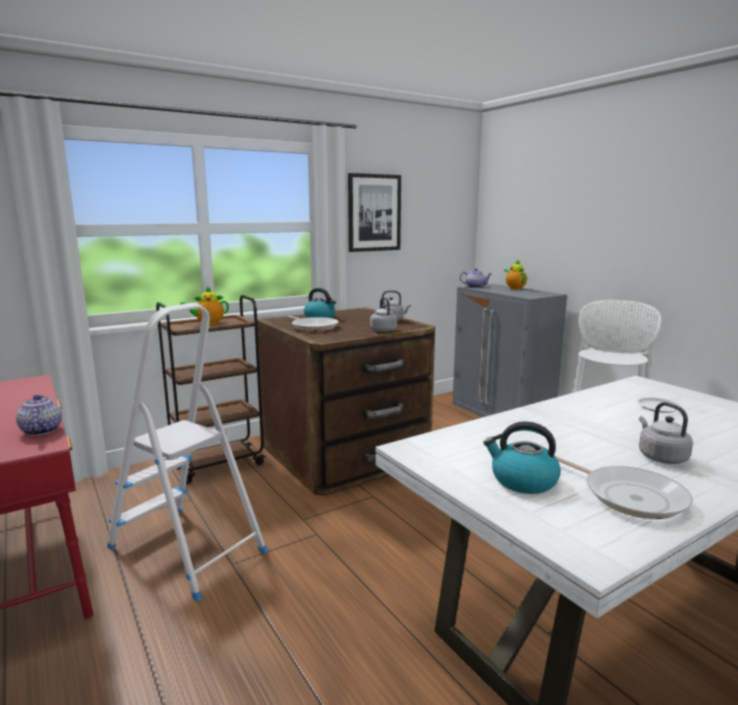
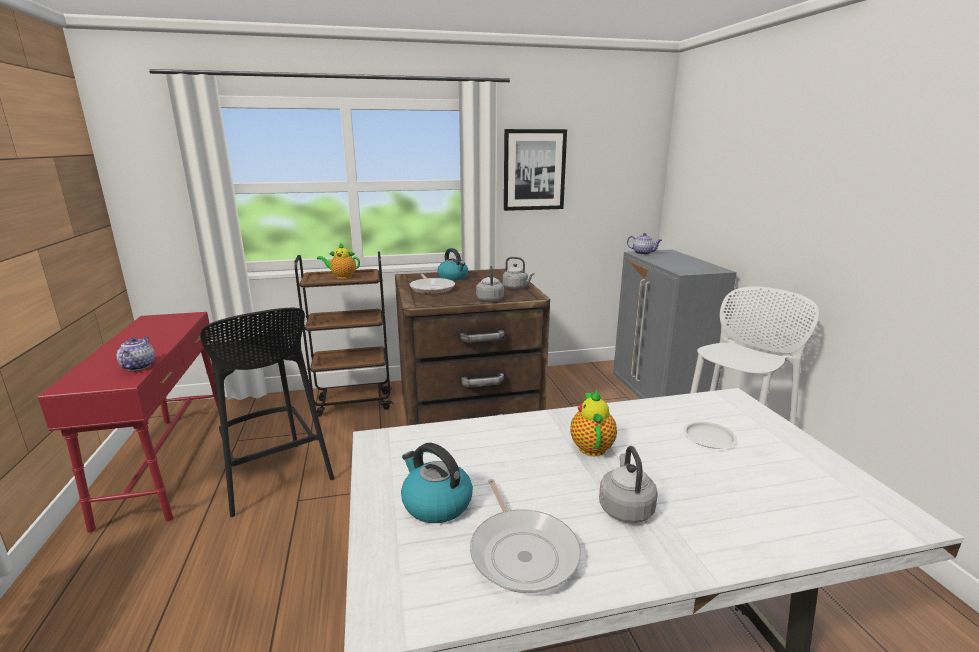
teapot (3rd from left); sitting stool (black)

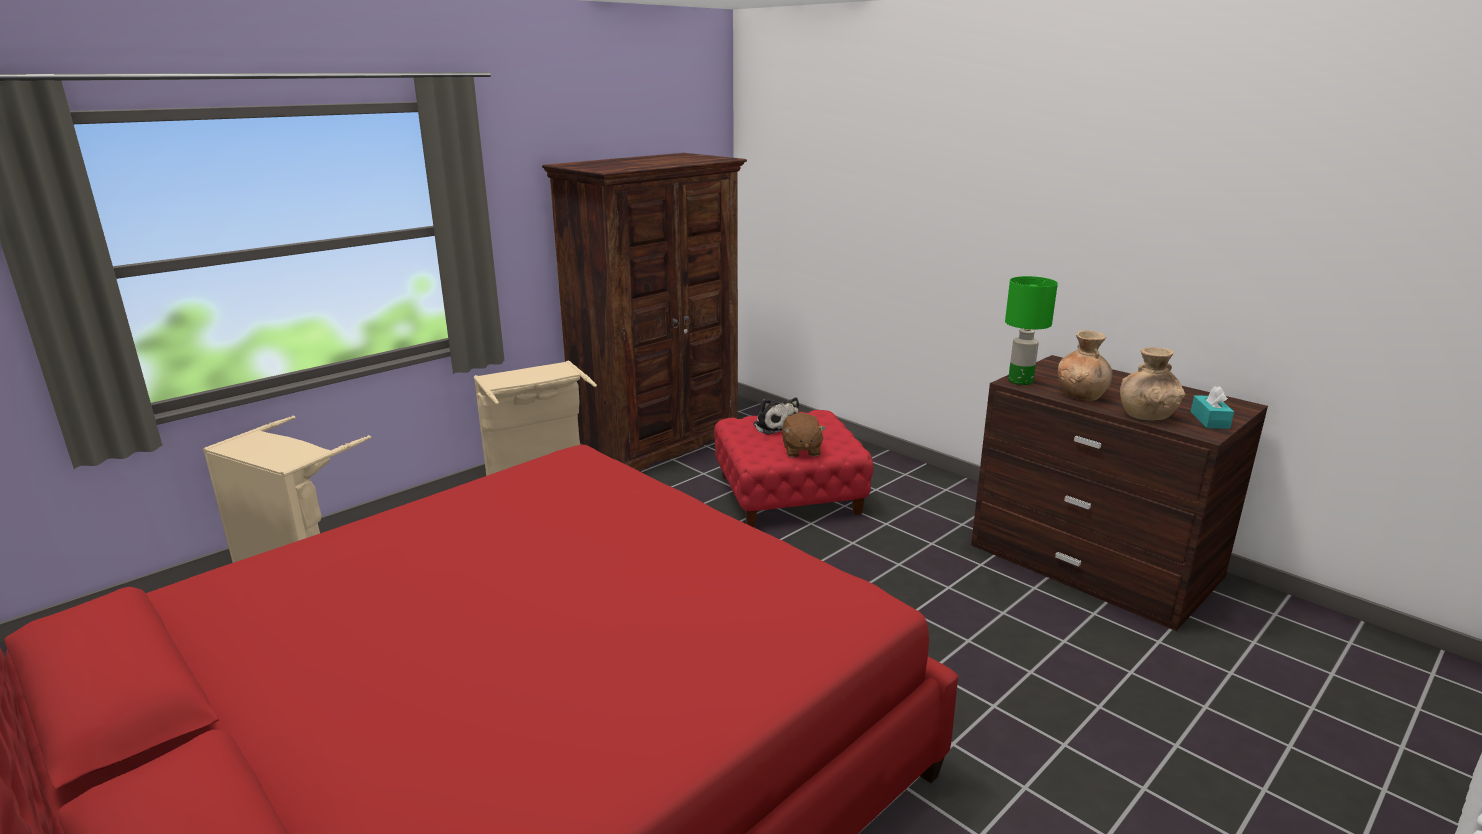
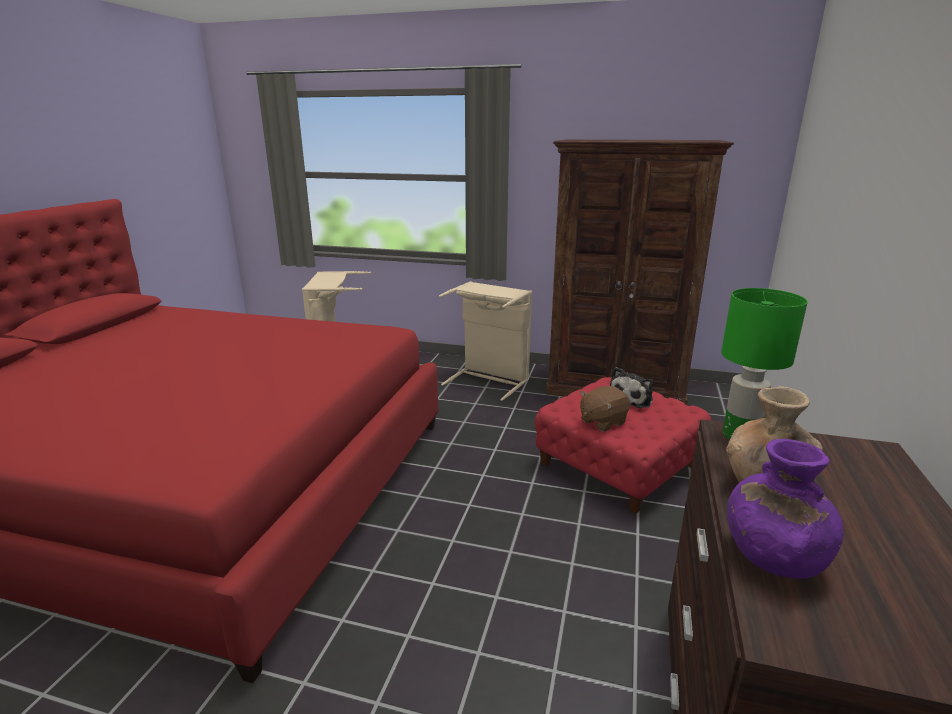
vase (purple); tissue holder (blue-green)

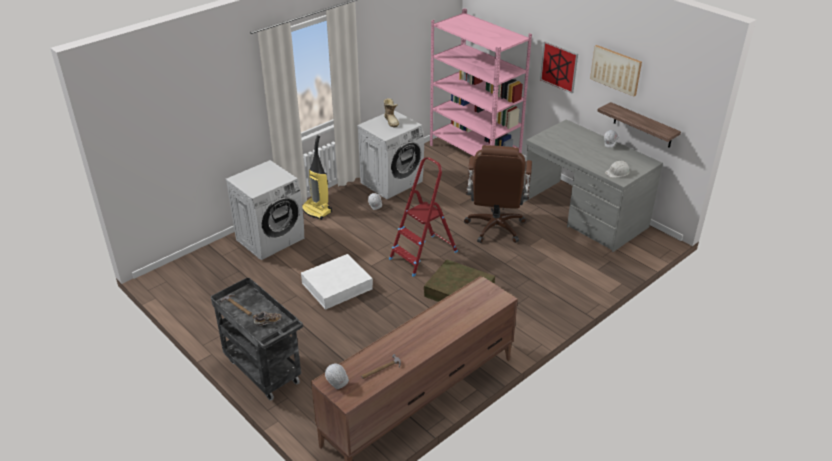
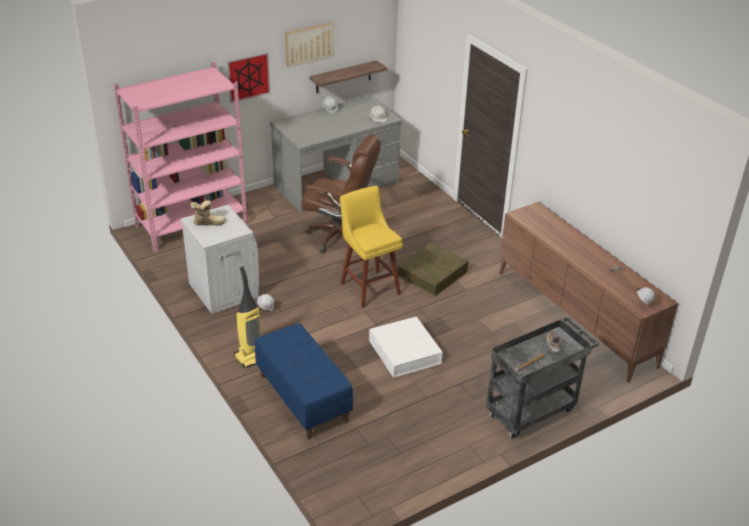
sitting stool (yellowish); bench (blue)

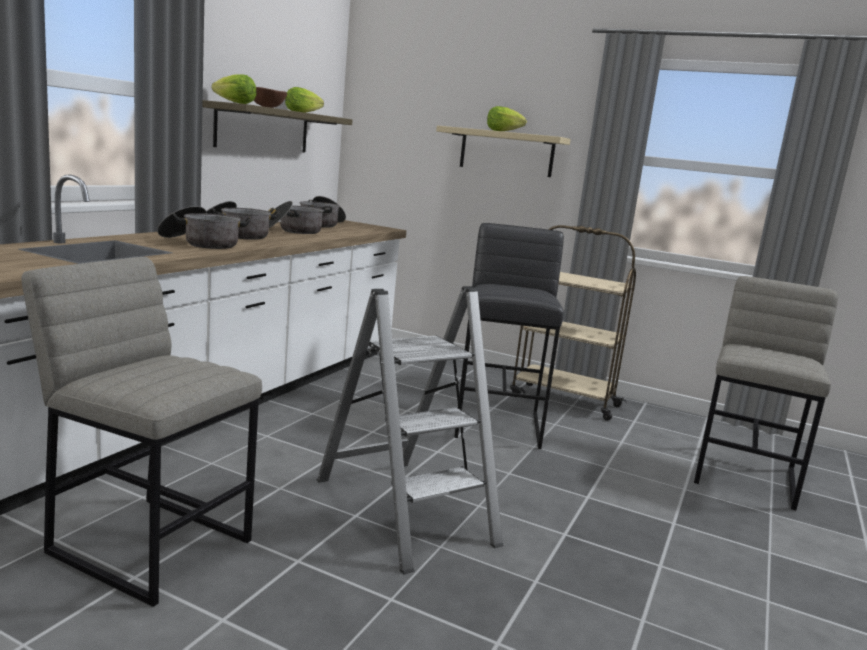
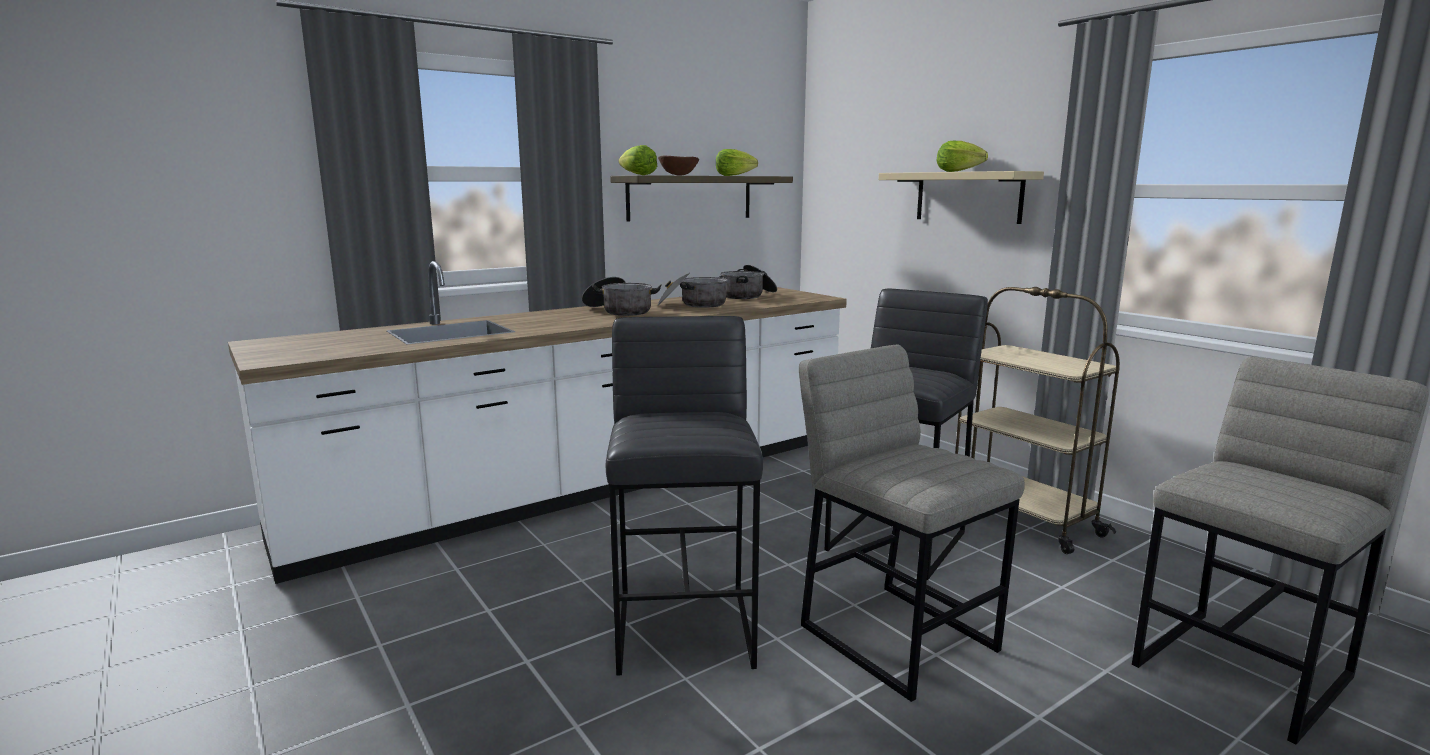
saucepot (1st from left in the first image); upright chair (grey) (1st from left); sitting stool (grey) (1st from left)

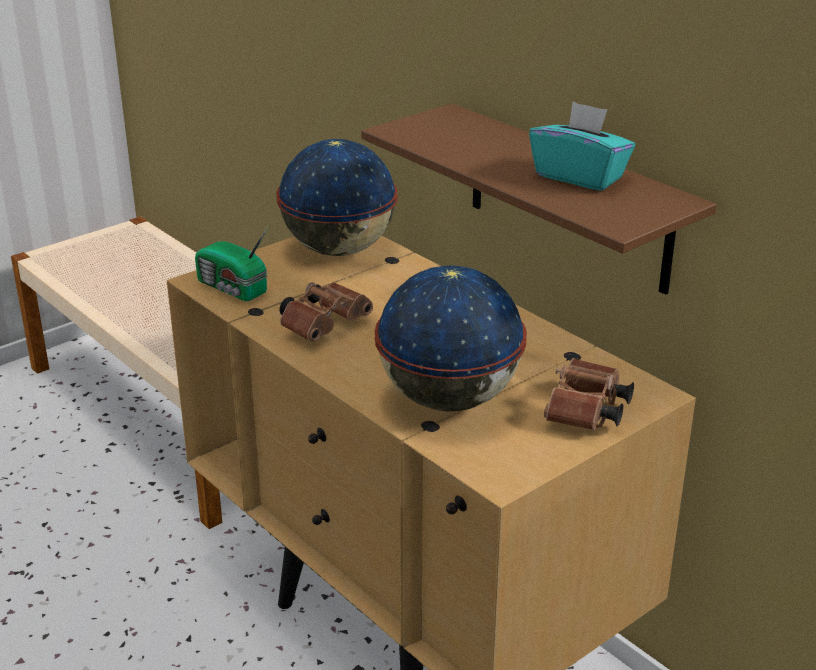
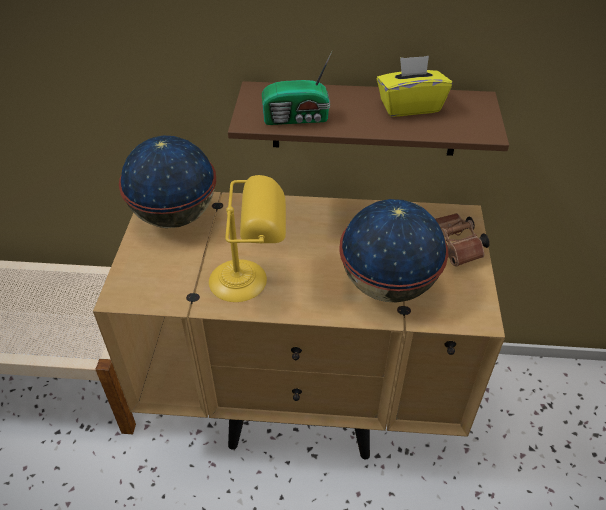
tissue holder (yellowish); radio; table lamp (yellowish)

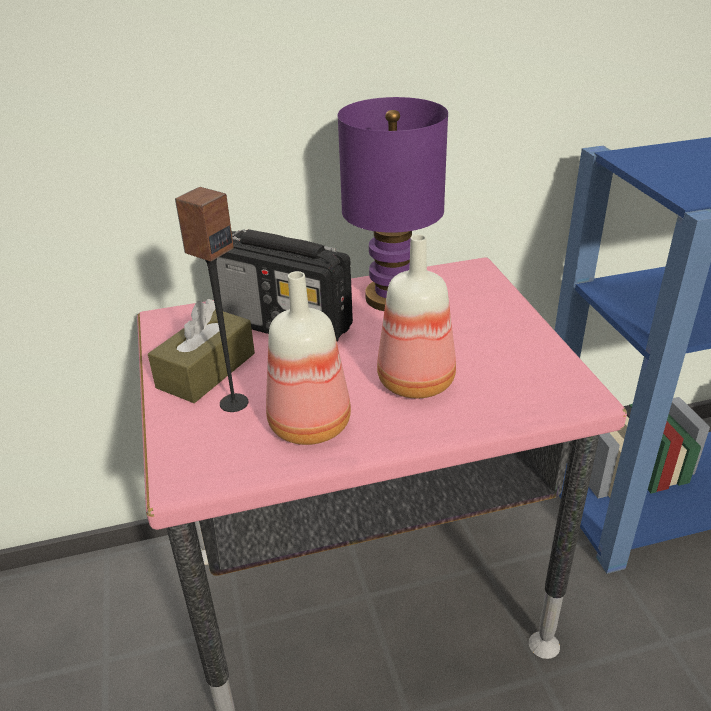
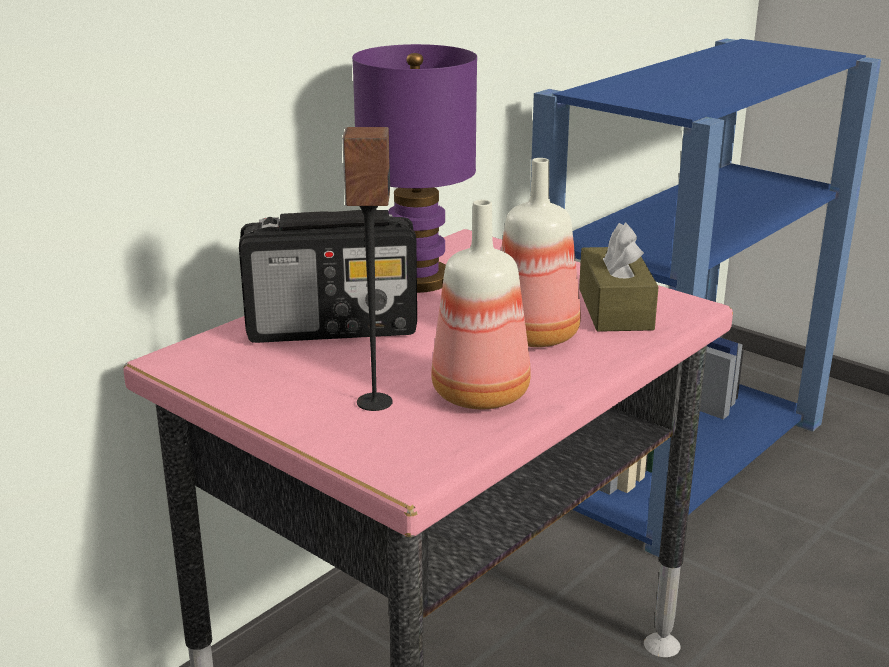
tissue holder (brown)

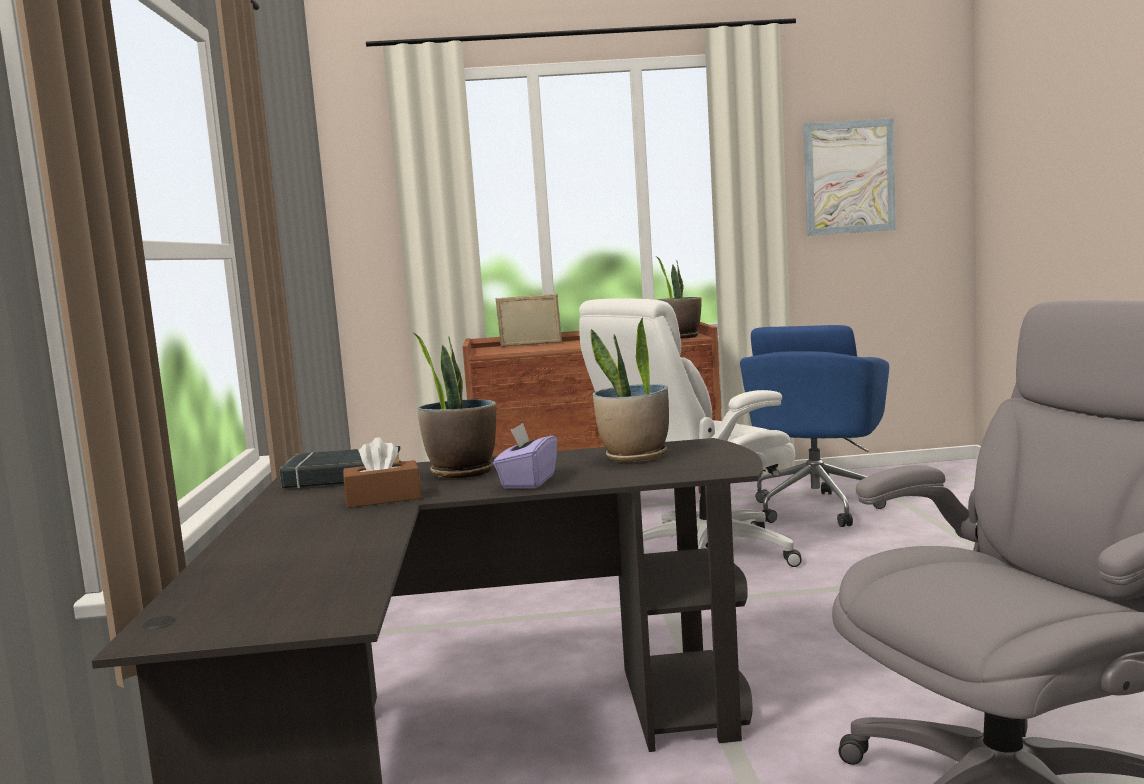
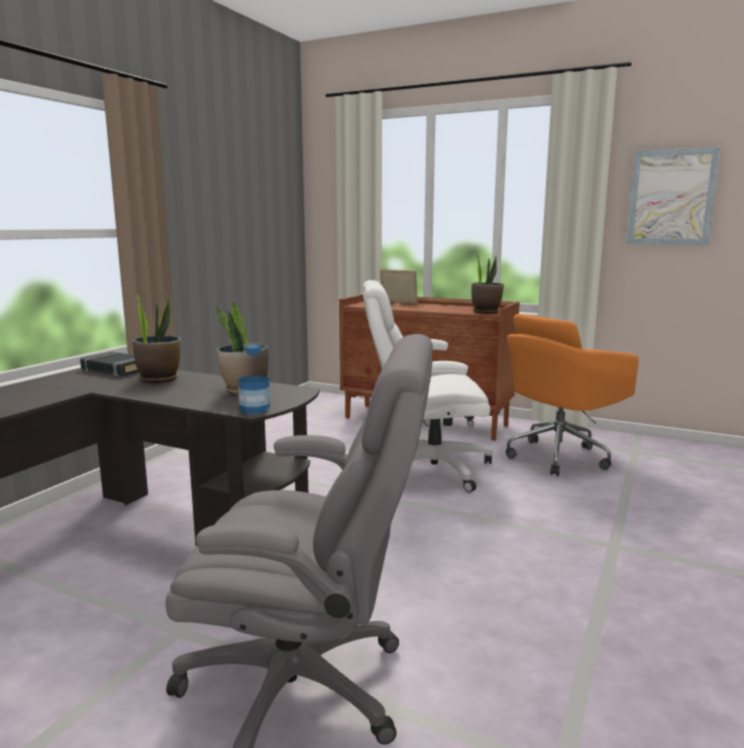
computer chair (orange); tissue holder (purple); tissue holder (brown); beverage bottle

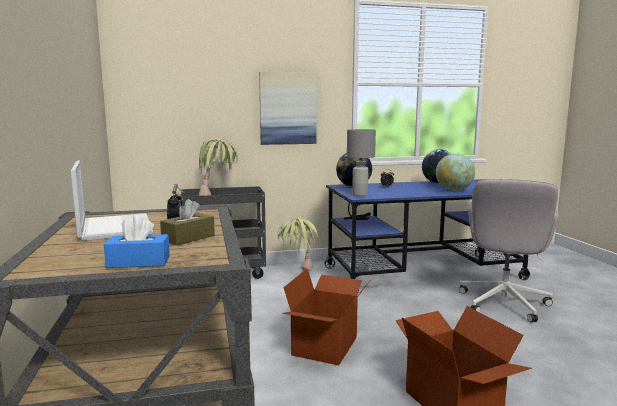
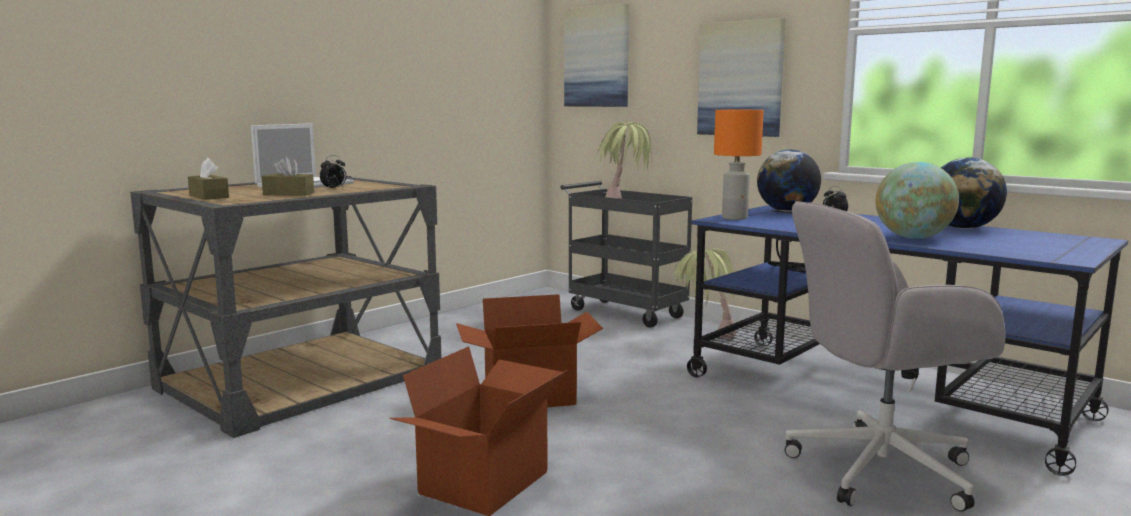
table lamp (orange); tissue holder (brown) (1st from left); wall art (1st from left)

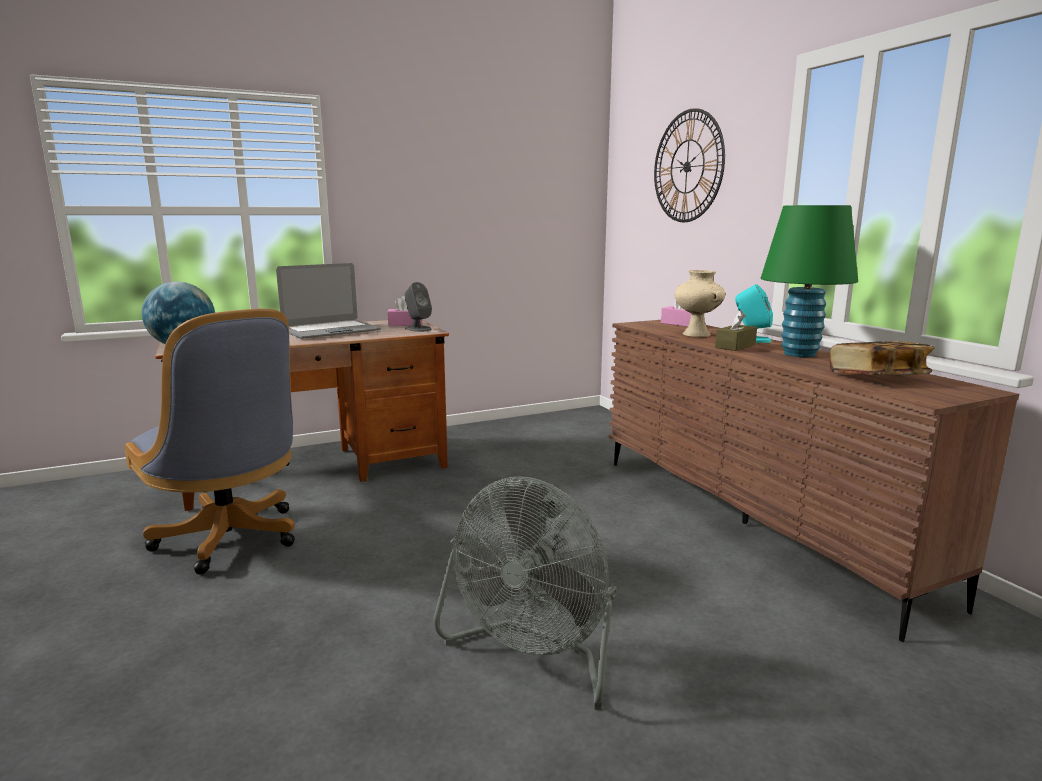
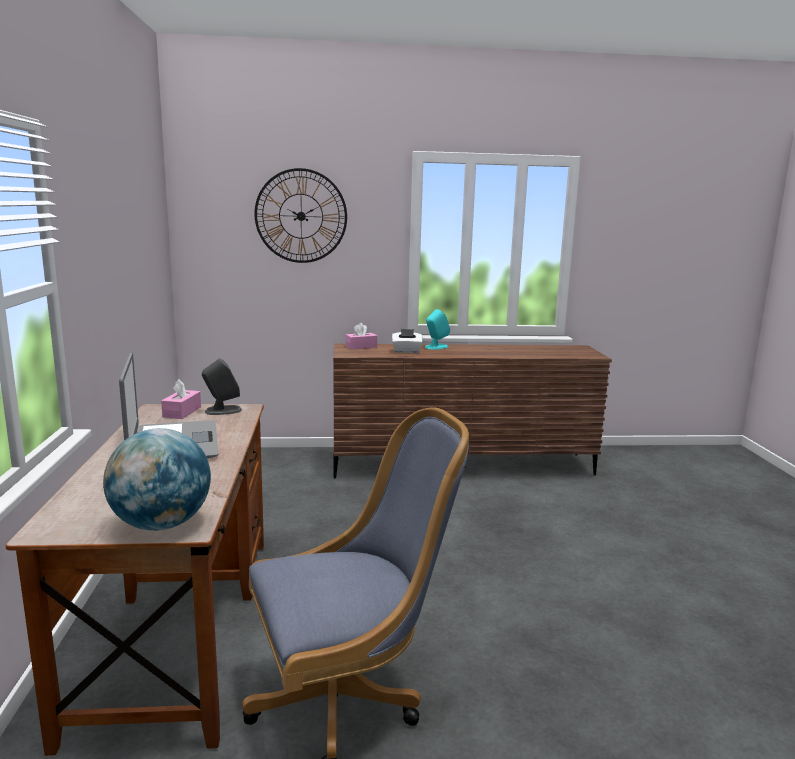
table lamp (green); tissue holder (white-coloured); tissue holder (brown); book; electric fan (grey)

